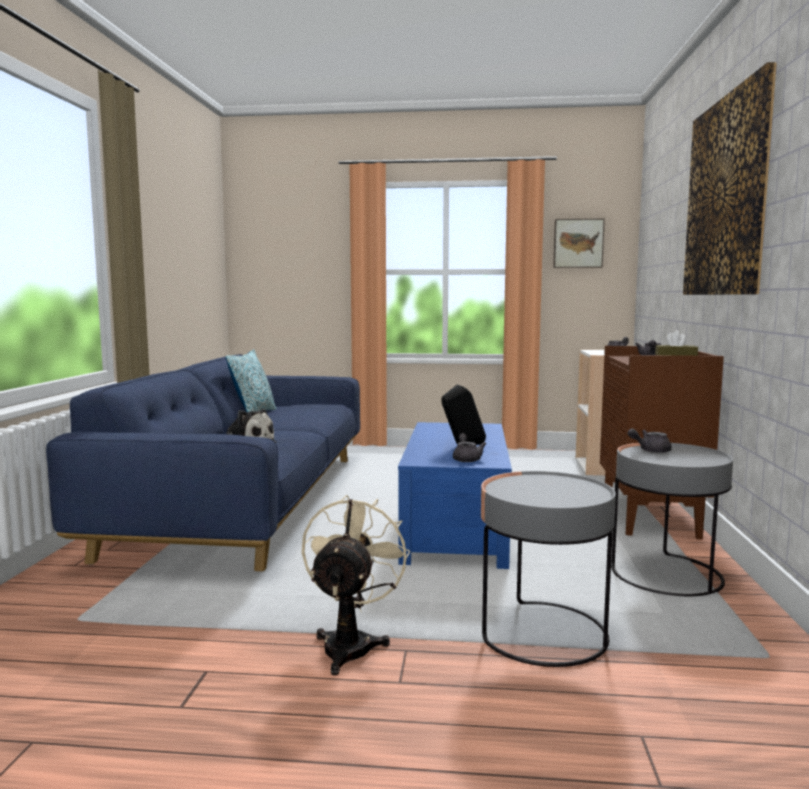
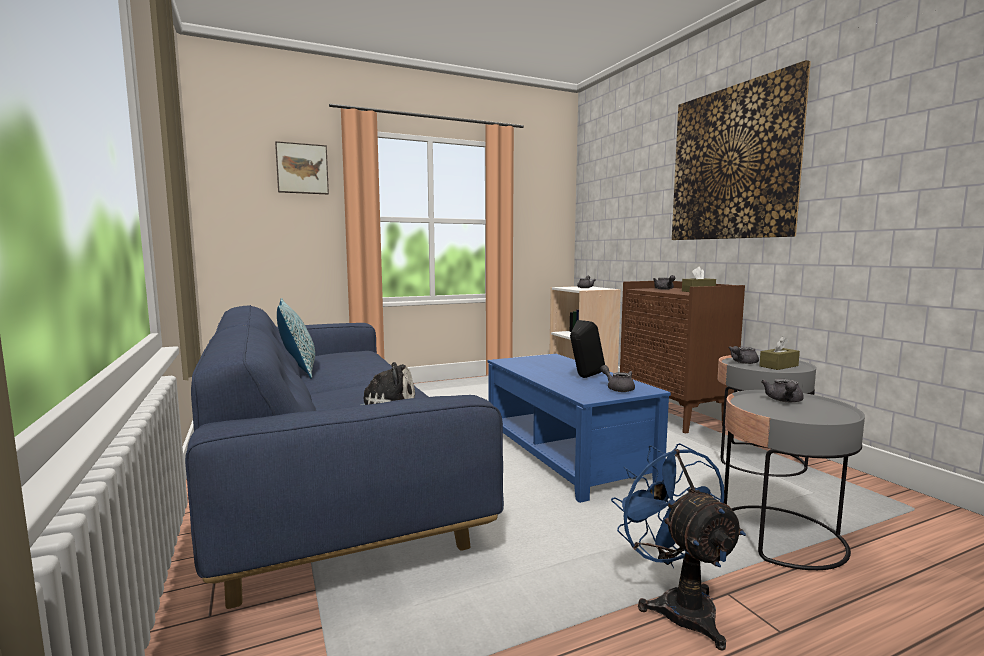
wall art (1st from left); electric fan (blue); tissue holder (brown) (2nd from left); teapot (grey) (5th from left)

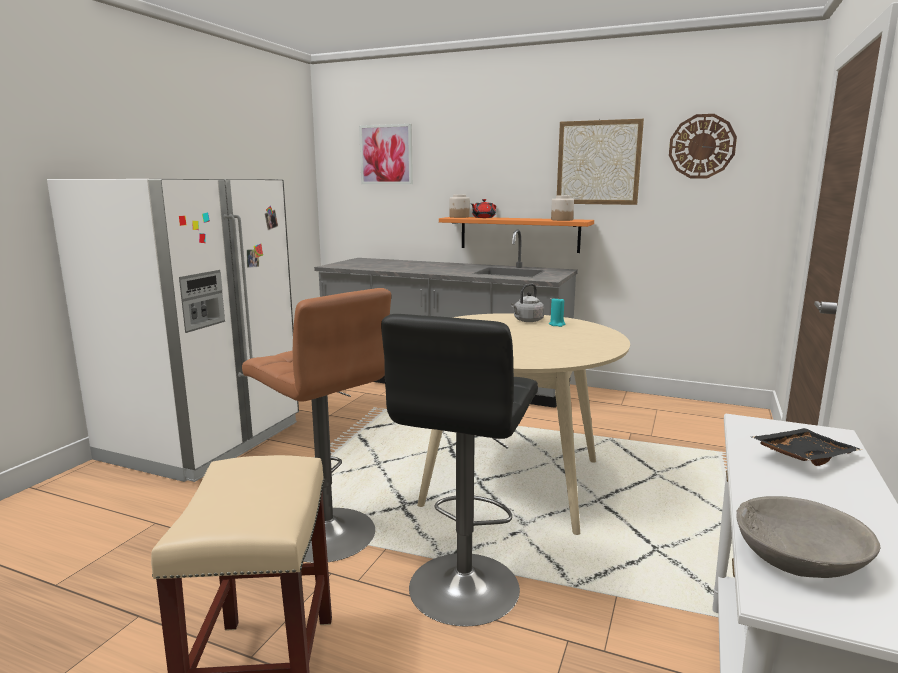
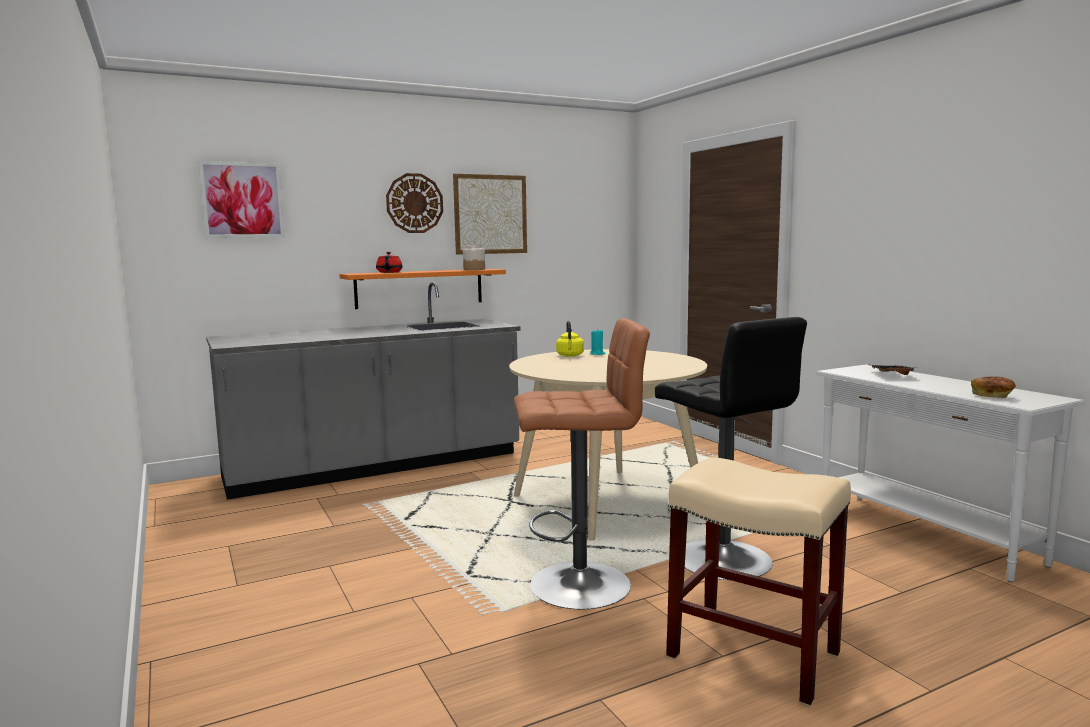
wall clock; fridge (white-coloured); storage jar (1st from left in the first image); tea kettle (yellowish); baked bread

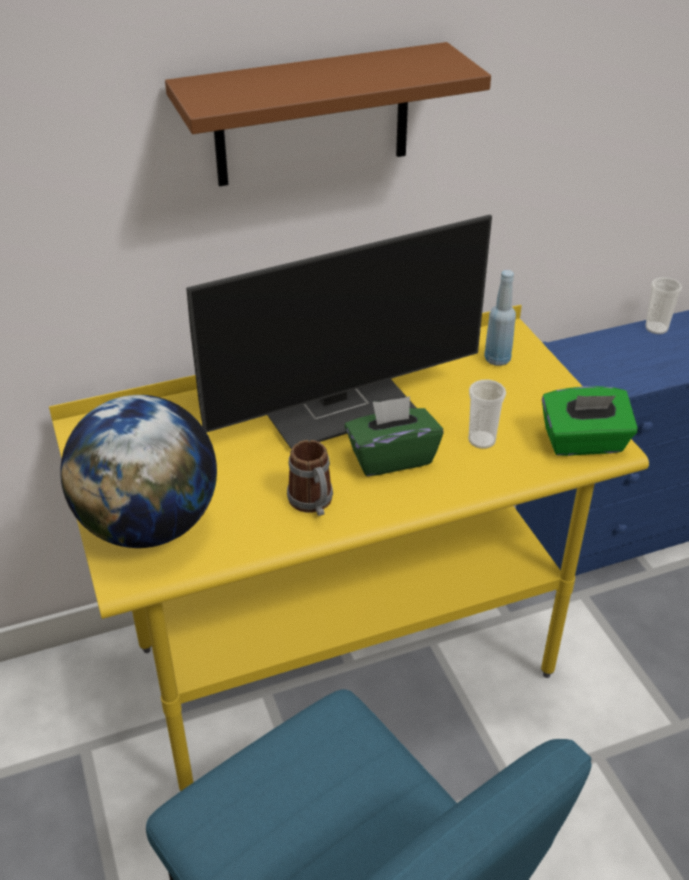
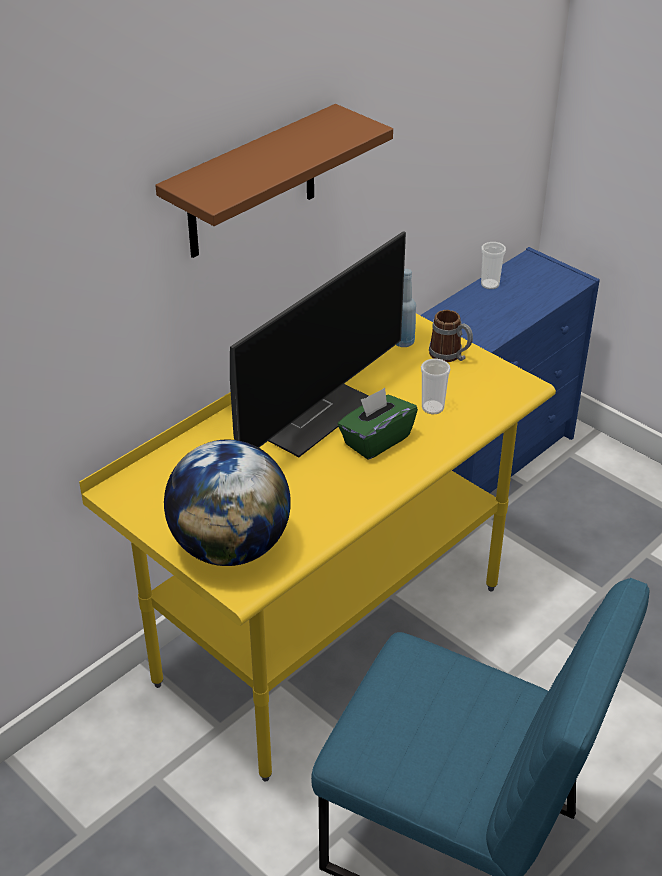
tissue holder (green) (2nd from left in the first image); mug

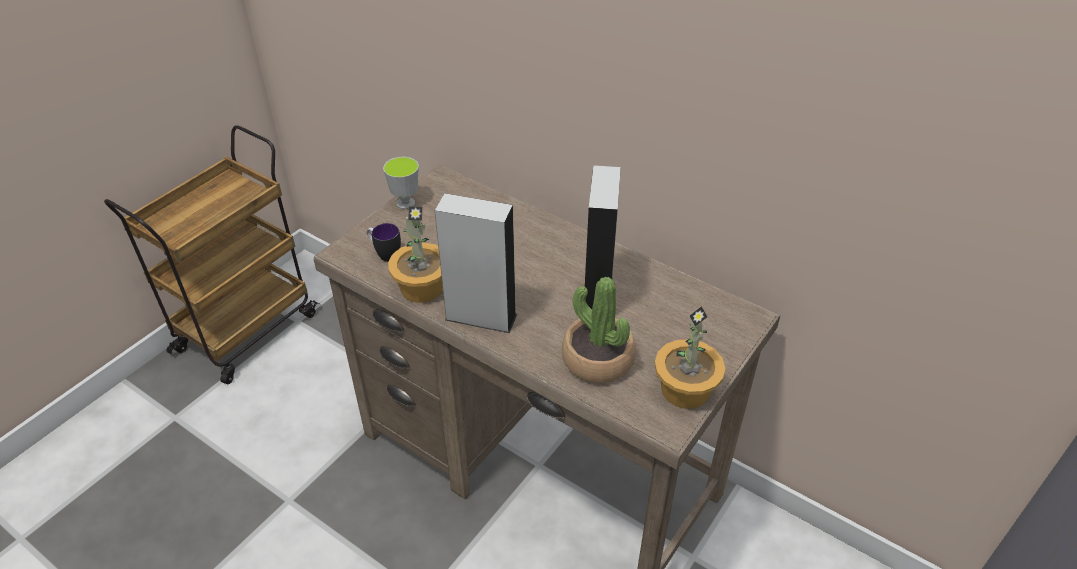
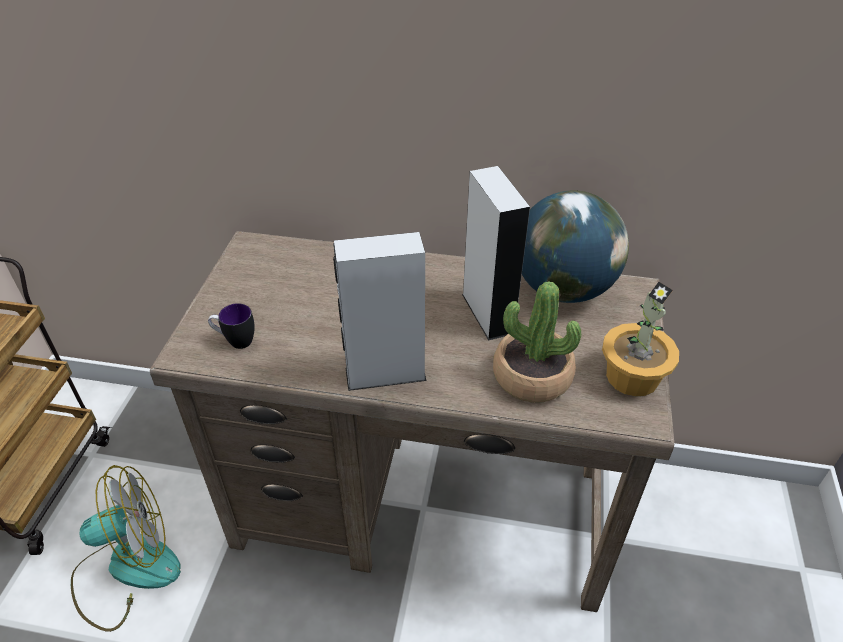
small cup; houseplant (1st from left in the first image); world globe; electric fan

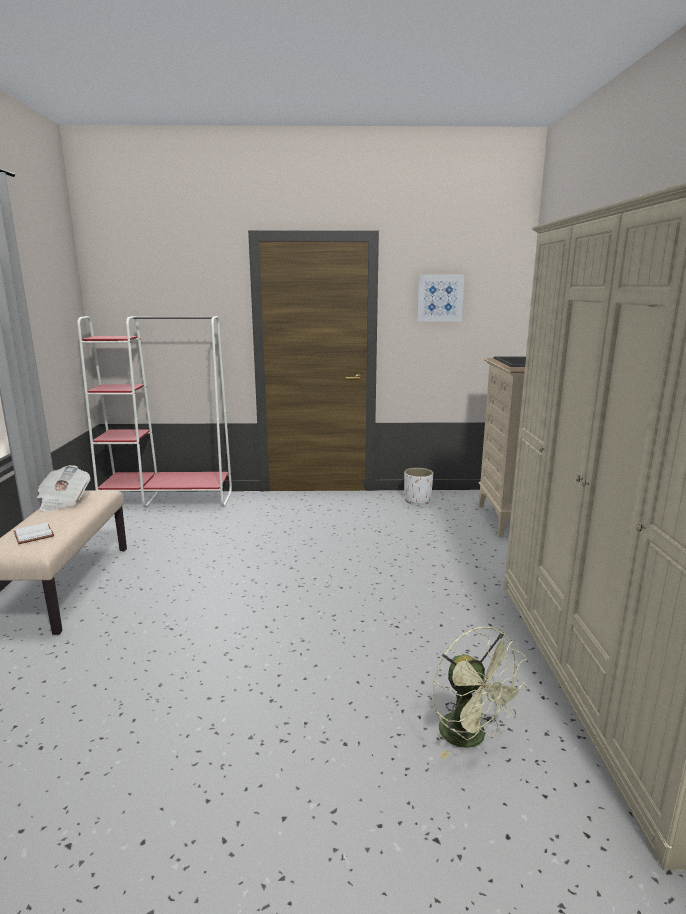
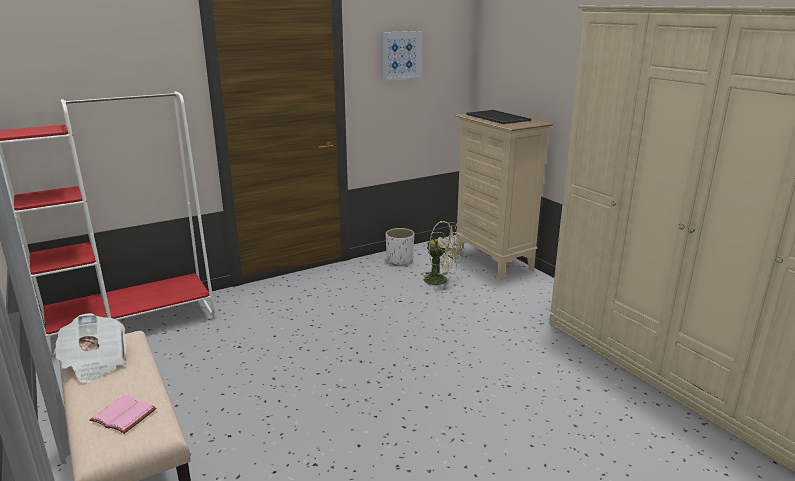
book (pink); electric fan (green)

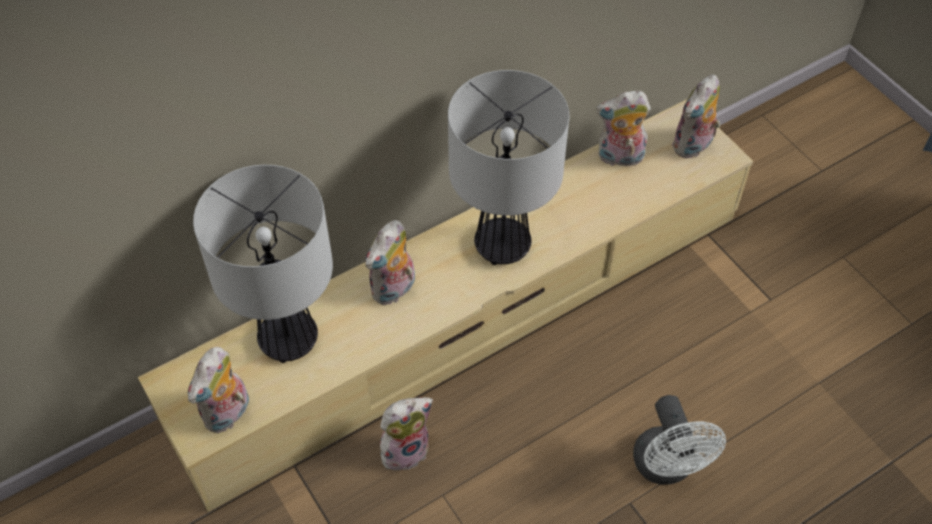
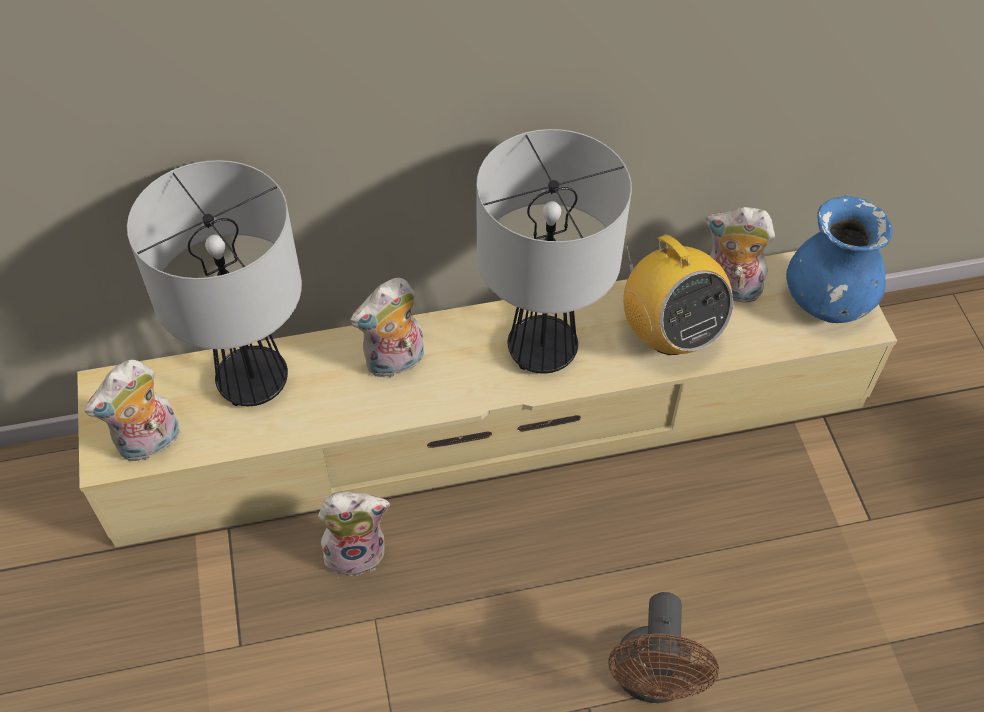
vase (blue); electric fan (brown); radio

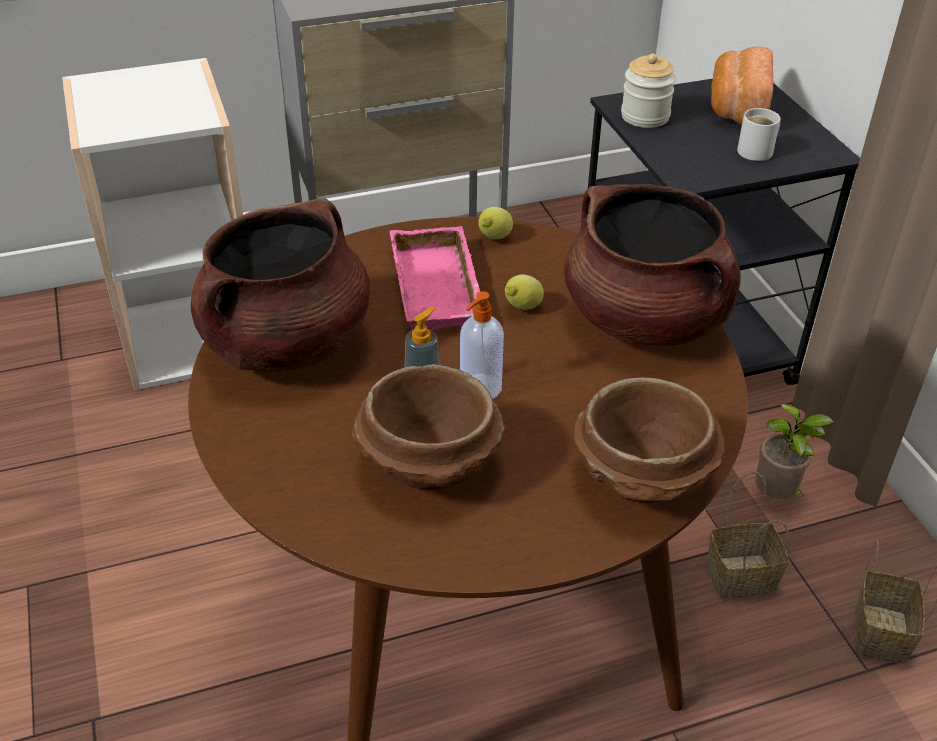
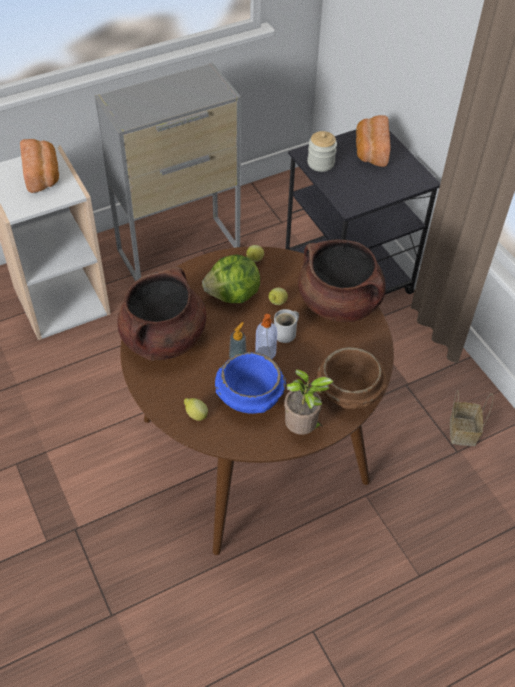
mug (white-coloured); lettuce head; serving bowl (blue); houseplant; storage basket (1st from left in the first image); baked bread (1st from left); citrus fruit (1st from left)

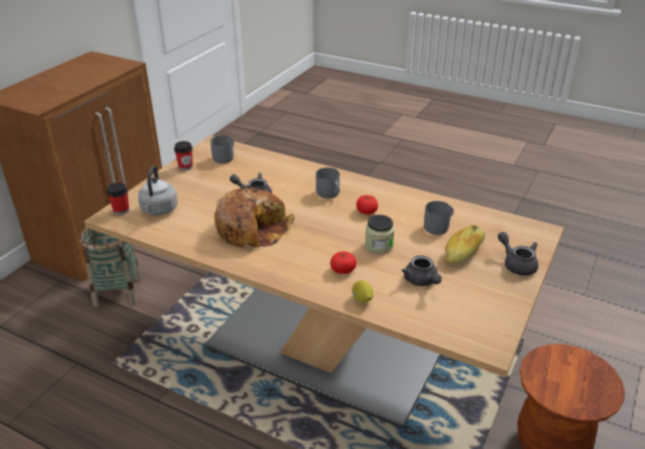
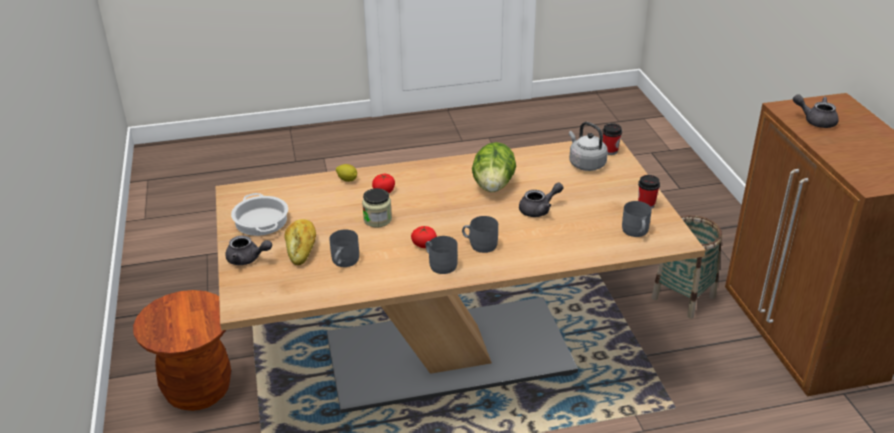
lettuce head; teapot (grey) (3rd from left); saucepot; mug (grey) (2nd from left)

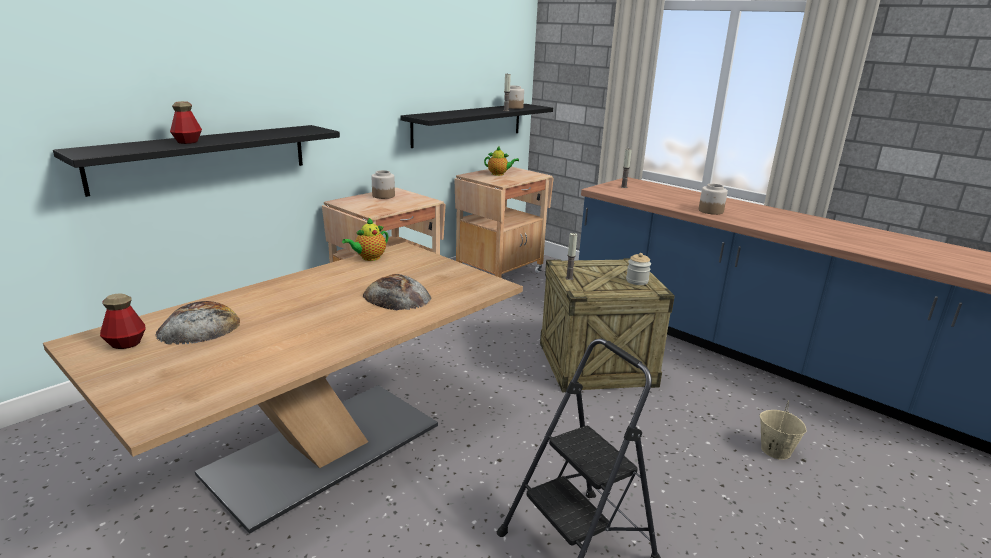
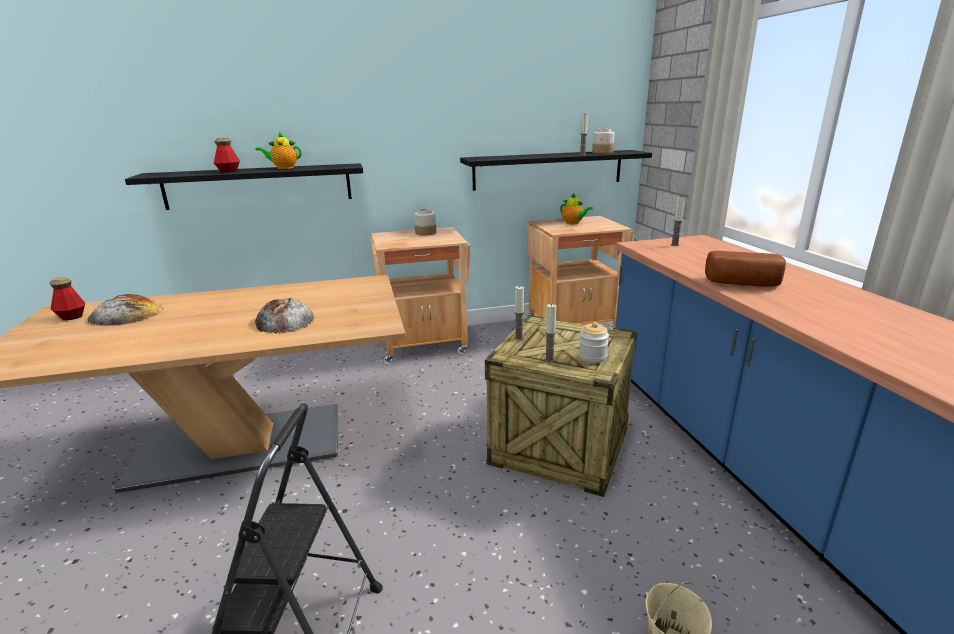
baked bread (3rd from left); teapot (1st from left); candle (2nd from left)

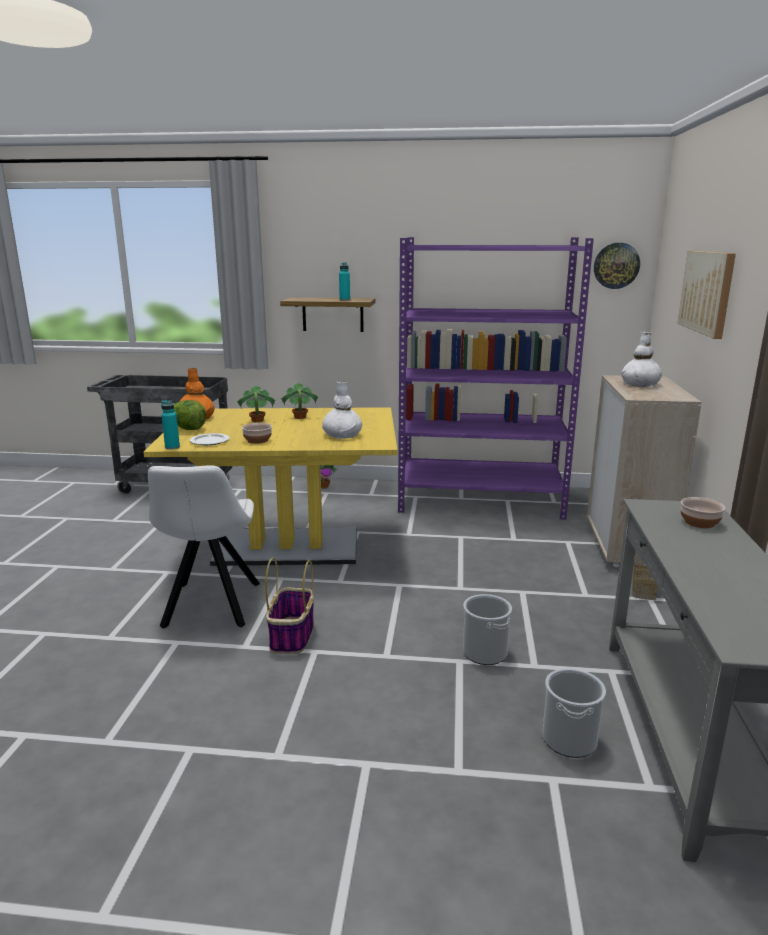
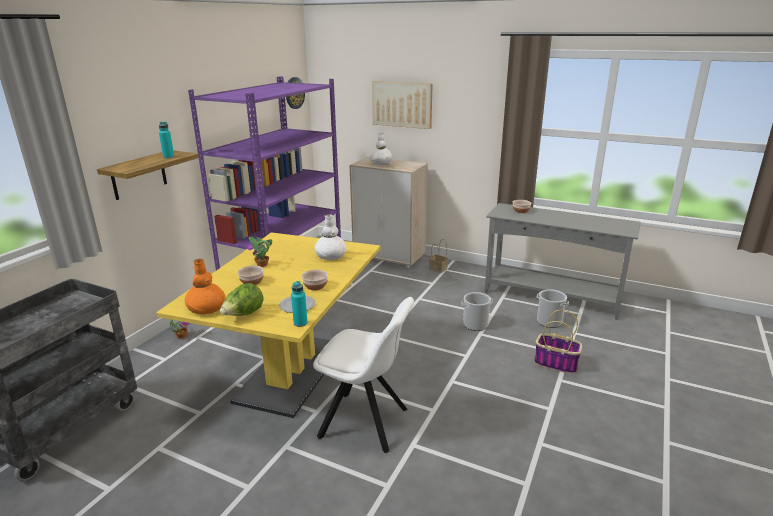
serving bowl (1st from left); storage basket (2nd from left)

